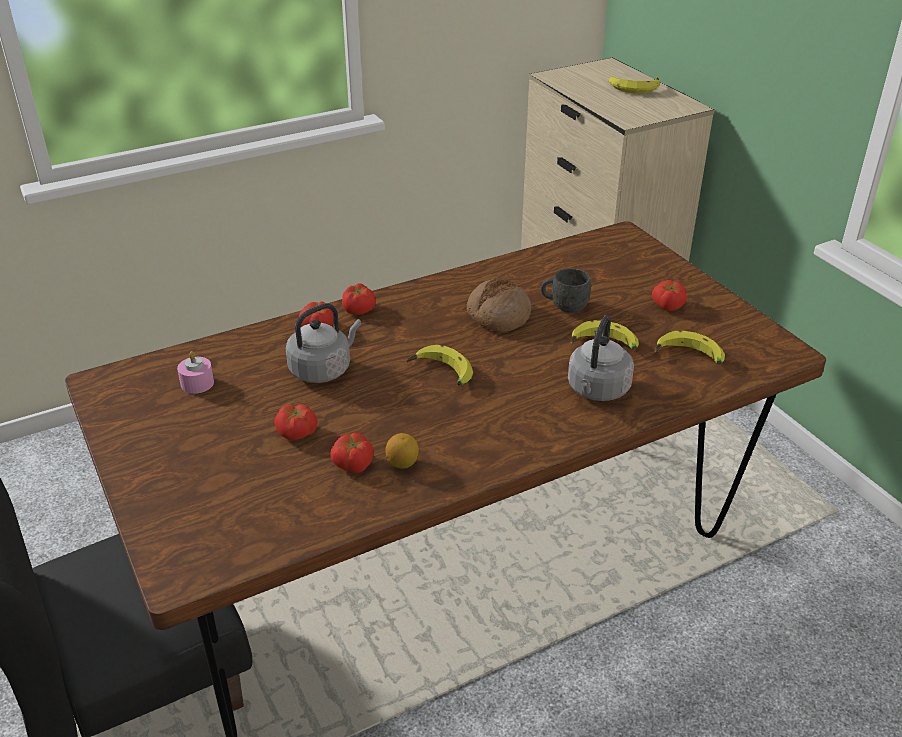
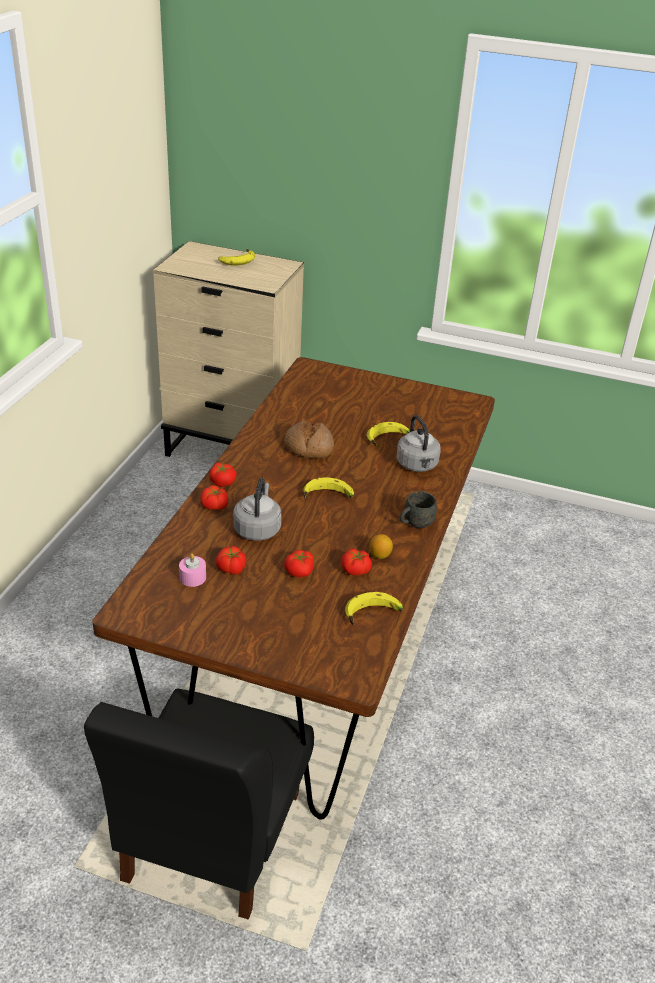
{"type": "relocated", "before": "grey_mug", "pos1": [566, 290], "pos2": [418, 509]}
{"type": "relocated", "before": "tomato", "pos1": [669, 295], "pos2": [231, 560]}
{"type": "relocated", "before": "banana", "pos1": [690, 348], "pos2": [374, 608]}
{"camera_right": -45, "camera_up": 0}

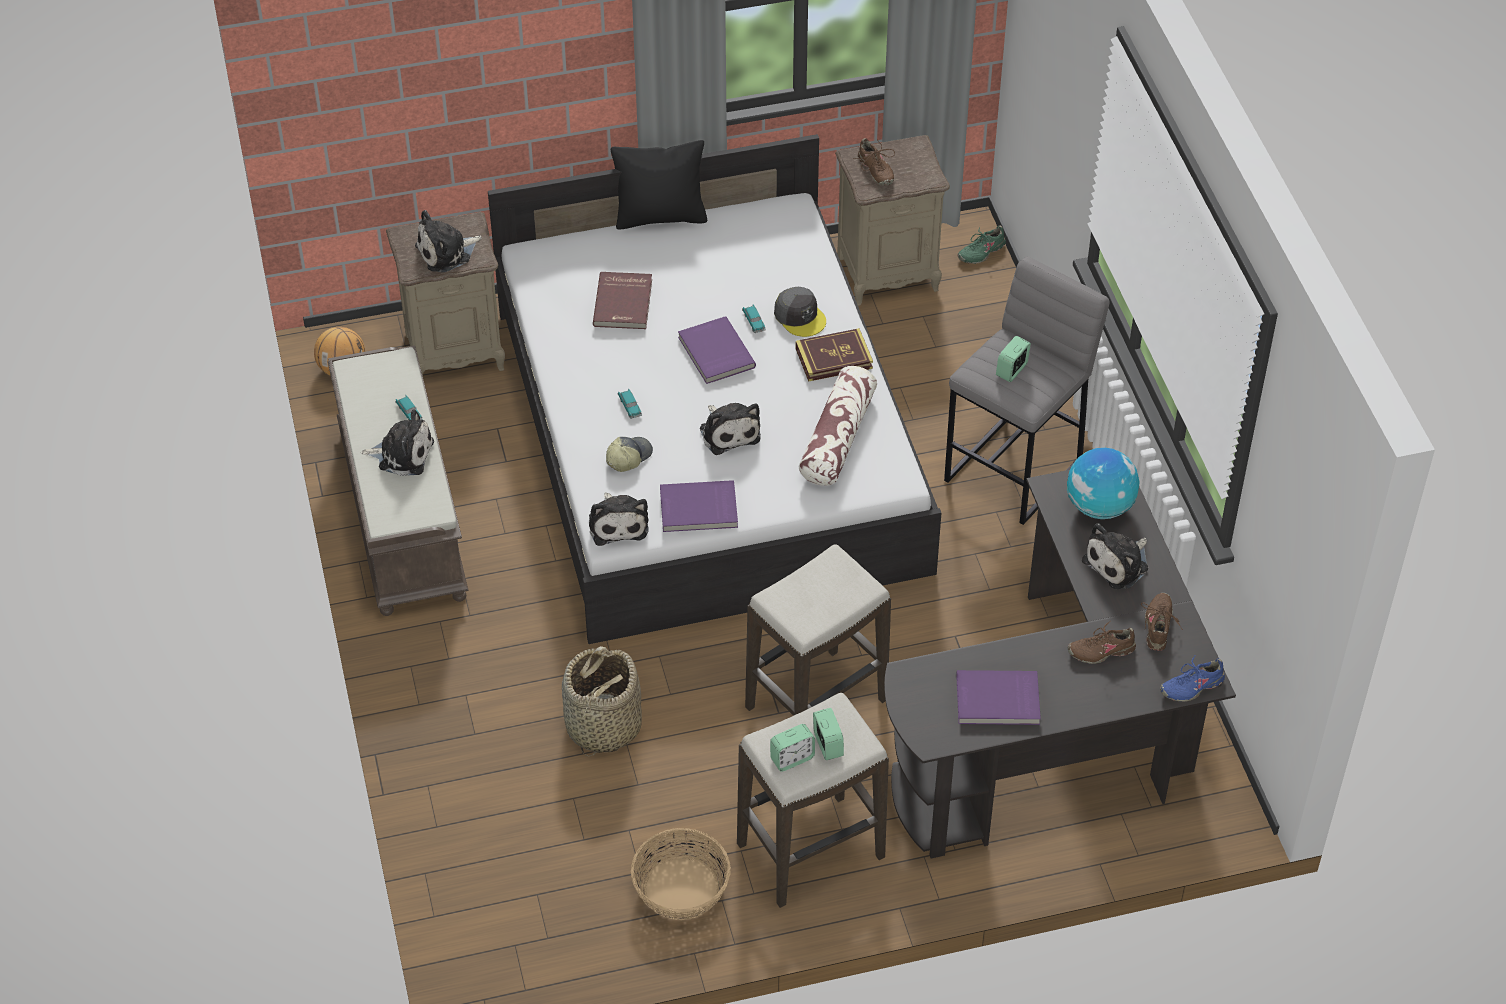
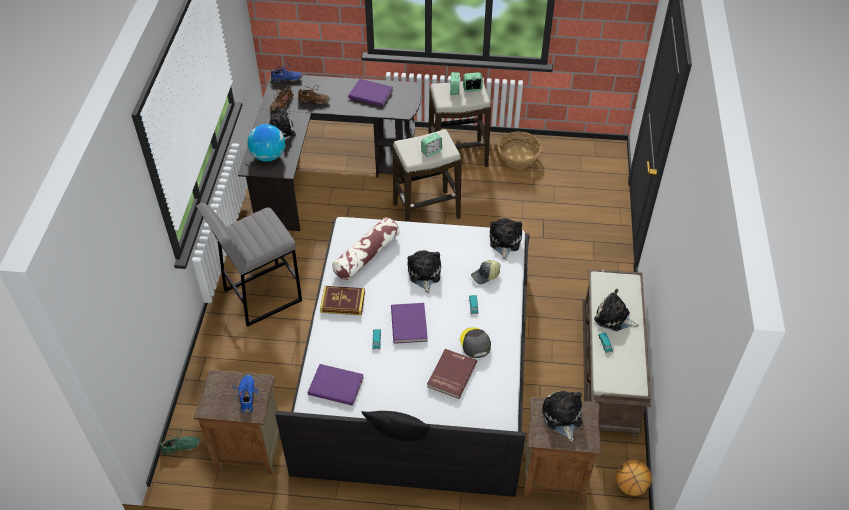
{"type": "spun", "before": "plush_toy", "pos1": [448, 241], "pos2": [562, 416], "turn": -90}
{"type": "missing", "before": "basket", "pos1": [602, 701]}
{"type": "relocated", "before": "purple_book", "pos1": [699, 506], "pos2": [336, 385]}
{"type": "relocated", "before": "grey_cap", "pos1": [800, 312], "pos2": [475, 342]}
{"type": "colour", "before": "brown_shoe", "after": "blue_shoe", "pos1": [874, 162], "pos2": [246, 394]}
{"type": "relocated", "before": "alarm_clock", "pos1": [1013, 359], "pos2": [431, 145]}
{"camera_right": -160, "camera_up": 0}

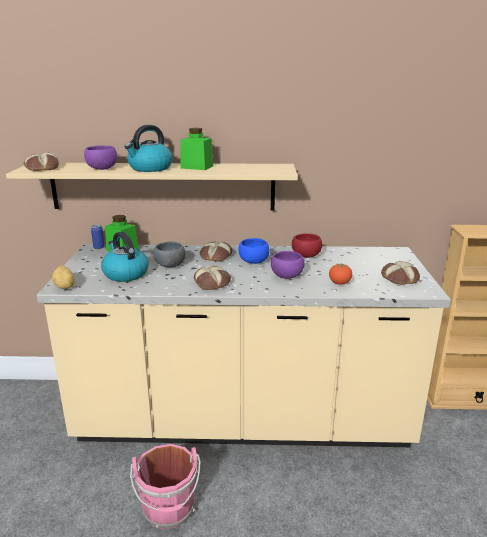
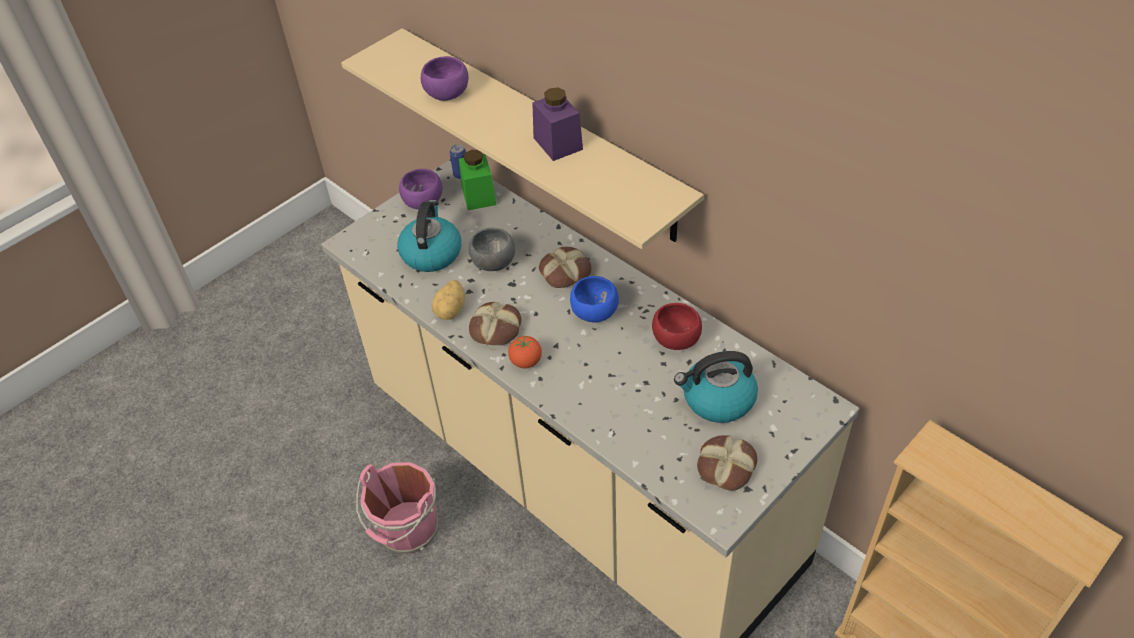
{"type": "missing", "before": "bread", "pos1": [41, 161]}
{"type": "relocated", "before": "potato", "pos1": [63, 277], "pos2": [448, 300]}
{"type": "relocated", "before": "kettle", "pos1": [148, 148], "pos2": [716, 387]}
{"type": "colour", "before": "green_jar", "after": "purple_jar", "pos1": [196, 149], "pos2": [557, 124]}
{"type": "relocated", "before": "purple_bowl", "pos1": [288, 265], "pos2": [421, 189]}
{"type": "relocated", "before": "tomato", "pos1": [340, 274], "pos2": [525, 352]}
{"camera_right": 45, "camera_up": 25}

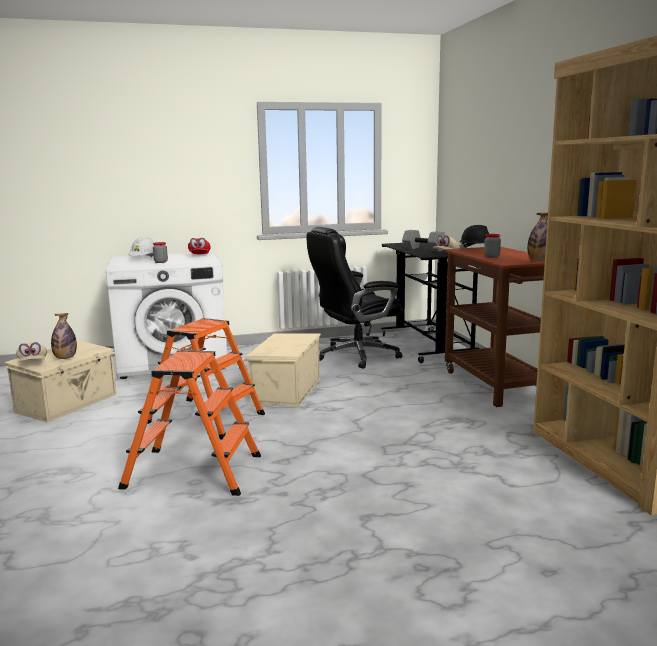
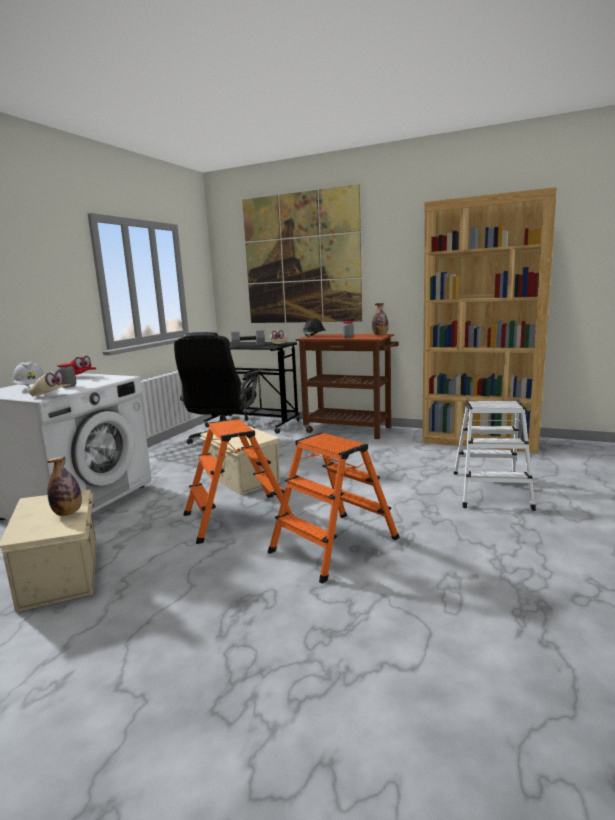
{"type": "relocated", "before": "beige_cap", "pos1": [31, 352], "pos2": [50, 383]}
{"type": "appeared", "after": "picture", "pos2": [302, 253]}
{"type": "appeared", "after": "white_step_ladder", "pos2": [495, 456]}
{"camera_right": -50, "camera_up": 0}

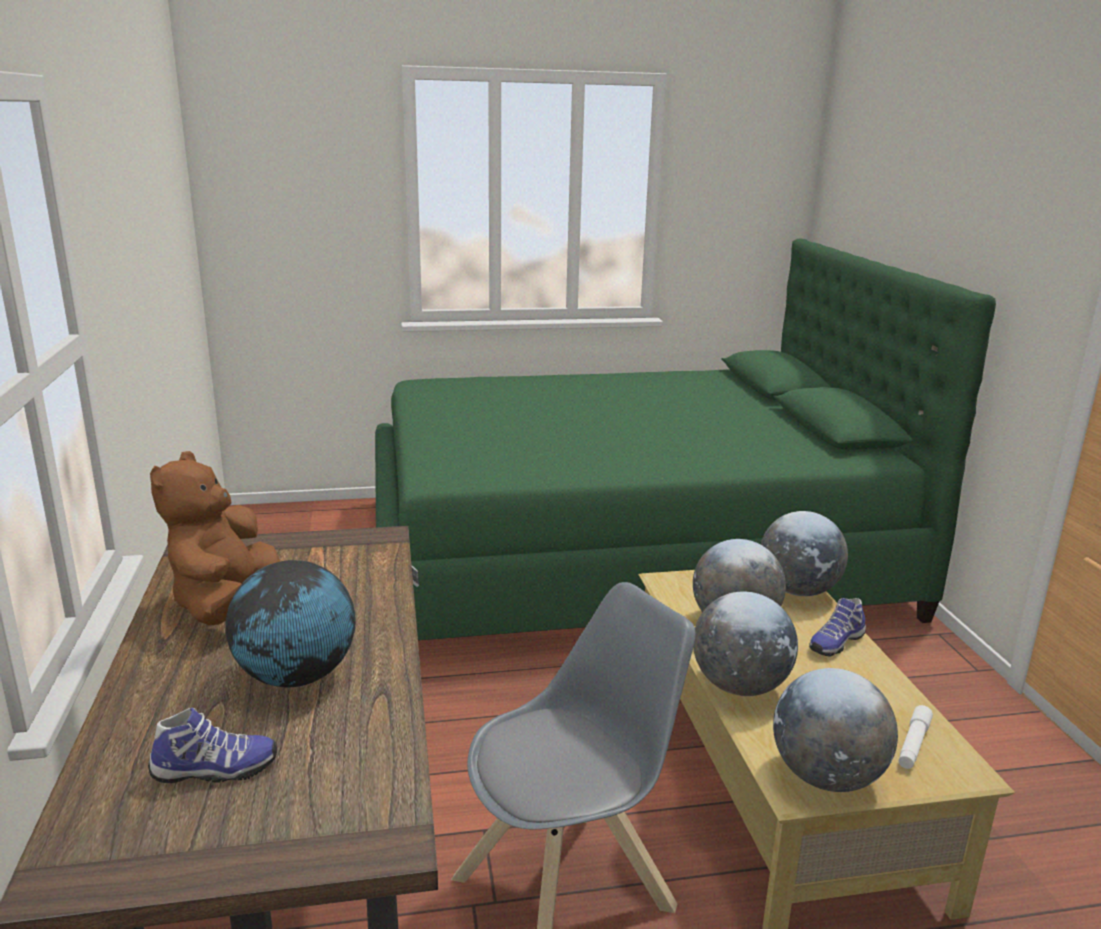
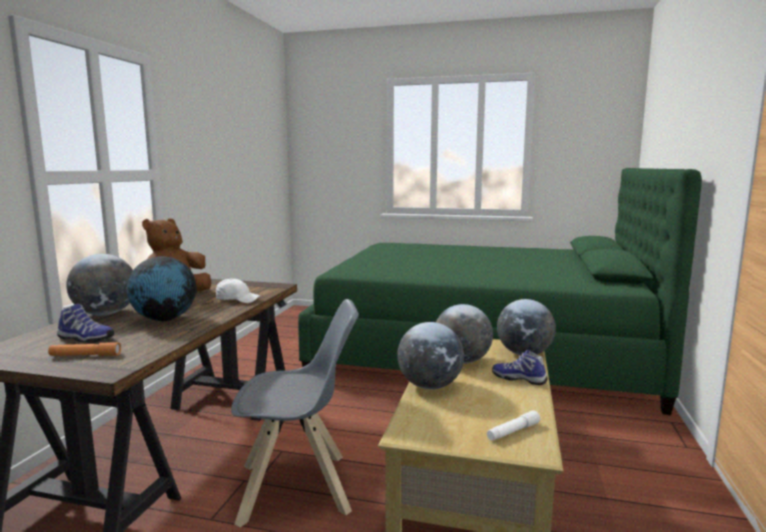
{"type": "relocated", "before": "globe", "pos1": [835, 730], "pos2": [99, 285]}
{"type": "spun", "before": "shoe", "pos1": [837, 627], "pos2": [520, 367], "turn": 45}
{"type": "appeared", "after": "orange_flashlight", "pos2": [84, 349]}
{"type": "appeared", "after": "white_cap", "pos2": [238, 290]}
{"camera_right": 25, "camera_up": -10}

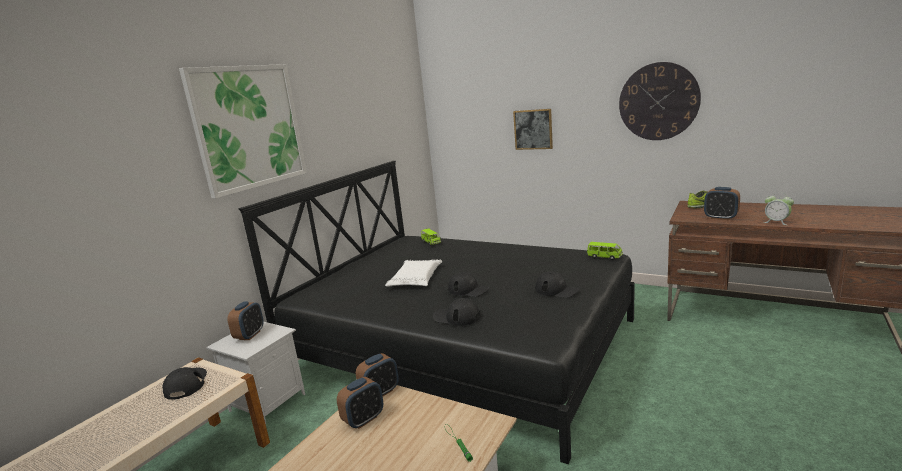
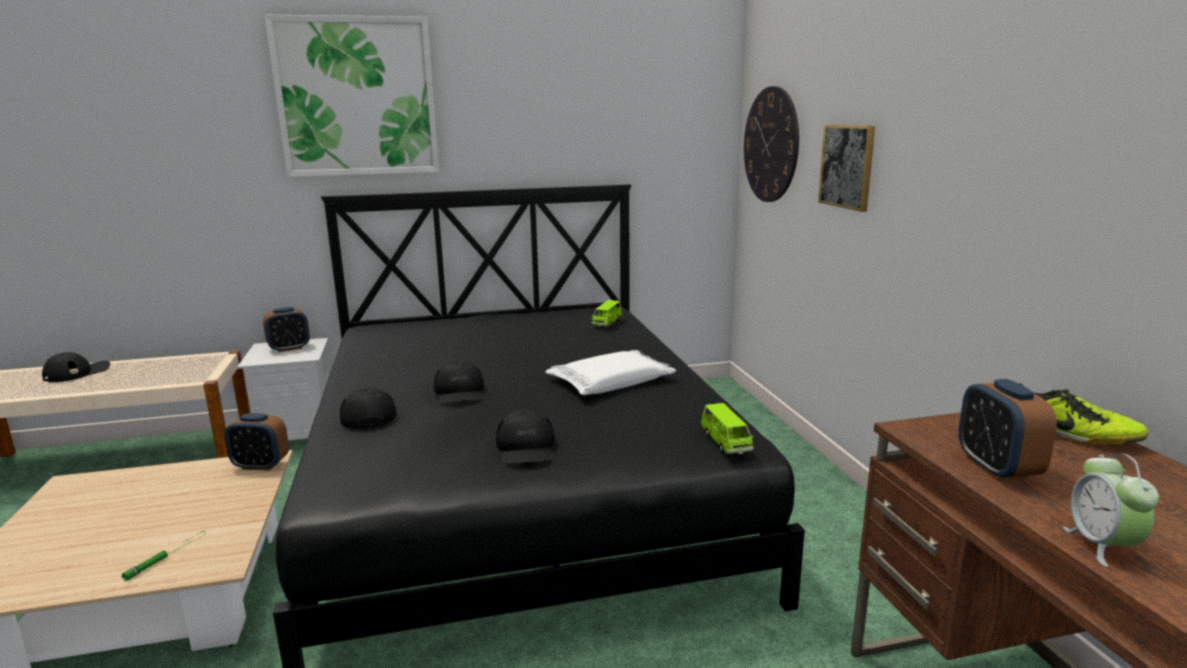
{"type": "relocated", "before": "black_cap", "pos1": [184, 383], "pos2": [76, 367]}
{"type": "missing", "before": "alarm_clock", "pos1": [360, 403]}
{"type": "relocated", "before": "white_pillow", "pos1": [413, 273], "pos2": [611, 372]}
{"type": "relocated", "before": "wall_clock", "pos1": [660, 101], "pos2": [771, 144]}
{"camera_right": 45, "camera_up": 0}

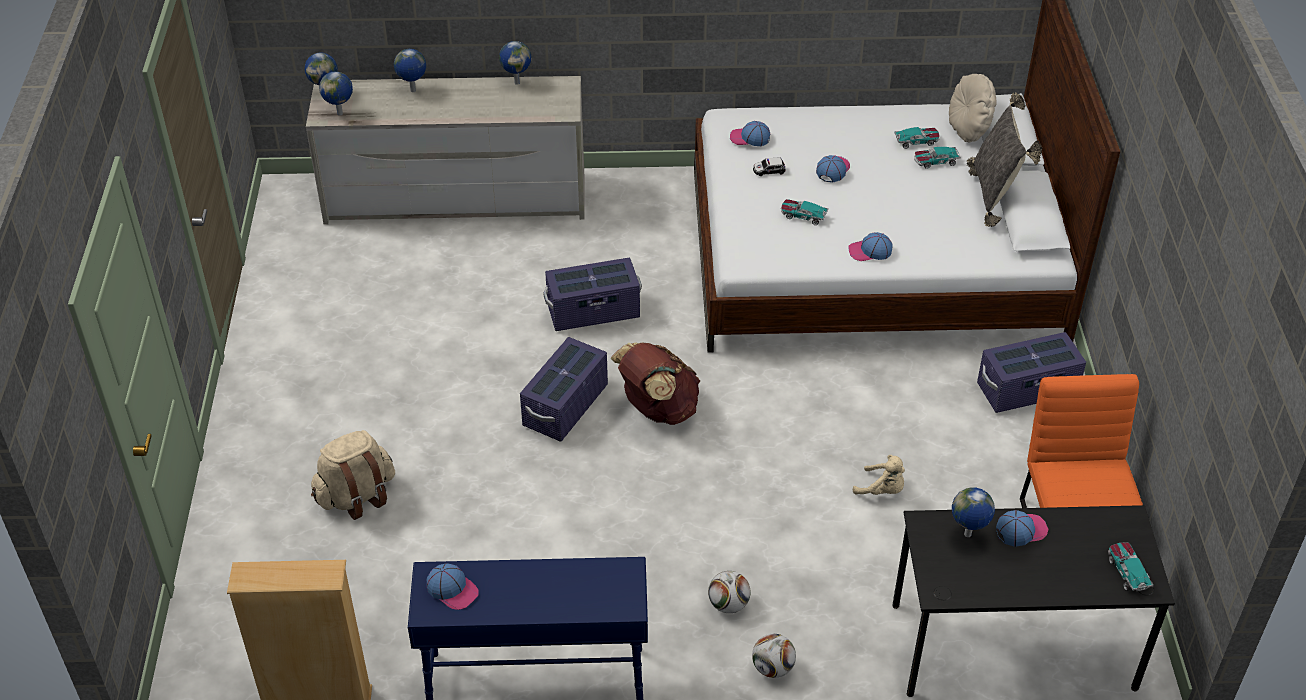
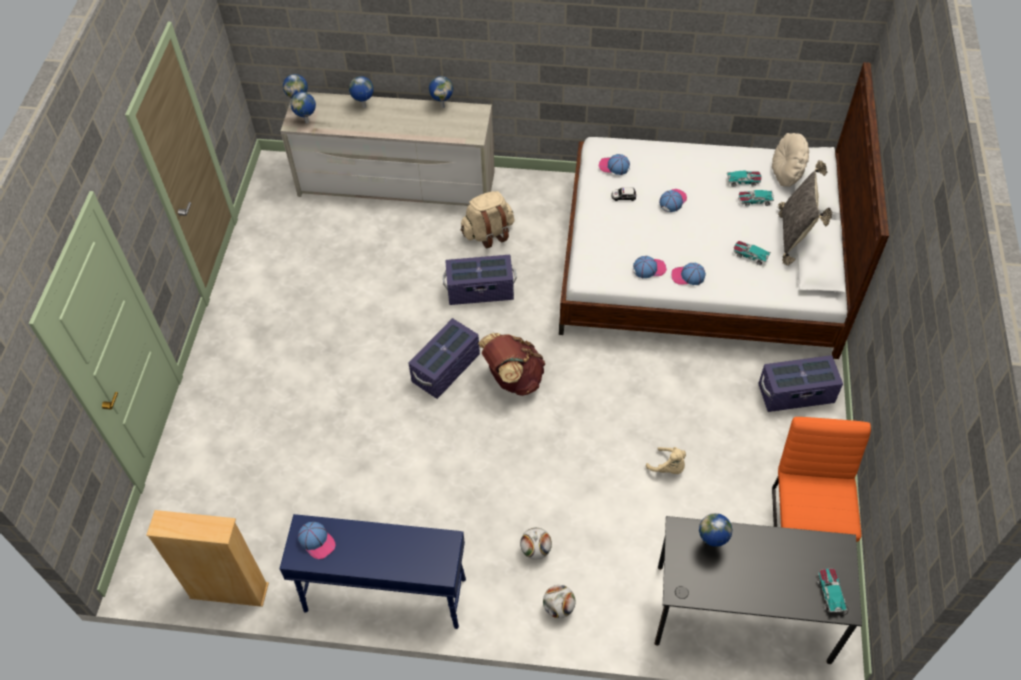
{"type": "relocated", "before": "beige_backpack", "pos1": [353, 475], "pos2": [487, 219]}
{"type": "relocated", "before": "toy_car", "pos1": [804, 212], "pos2": [752, 253]}
{"type": "relocated", "before": "cap", "pos1": [1022, 528], "pos2": [650, 267]}
{"camera_right": 10, "camera_up": 10}

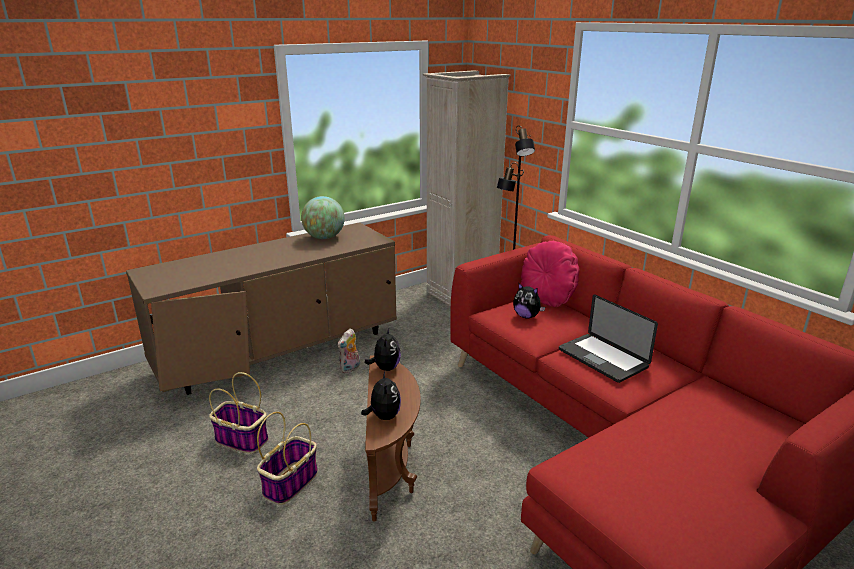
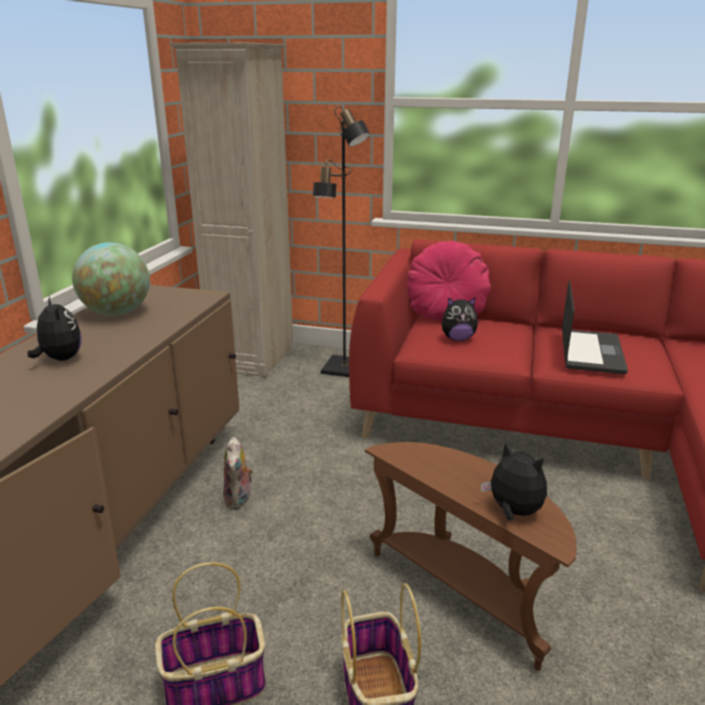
{"type": "relocated", "before": "plush_toy", "pos1": [383, 349], "pos2": [54, 328]}
{"type": "spun", "before": "laptop", "pos1": [608, 338], "pos2": [595, 327], "turn": -90}
{"camera_right": -40, "camera_up": 0}

